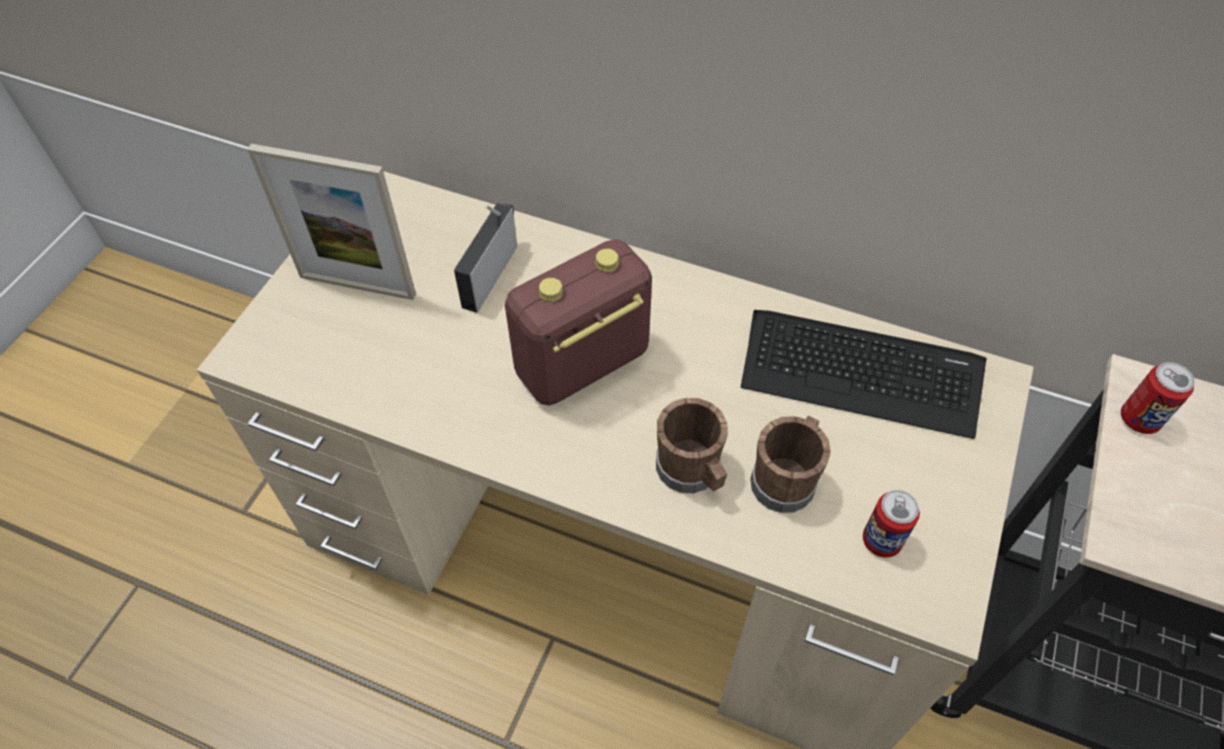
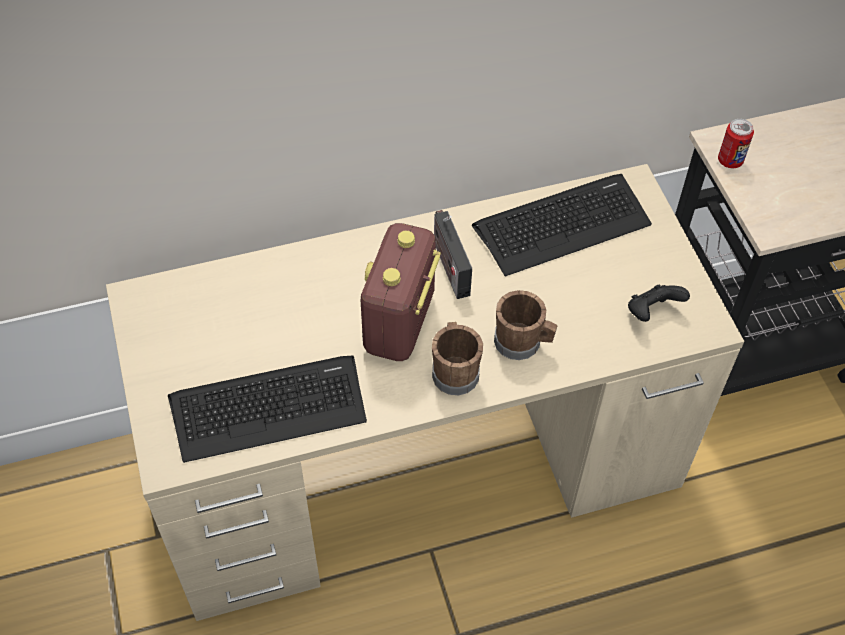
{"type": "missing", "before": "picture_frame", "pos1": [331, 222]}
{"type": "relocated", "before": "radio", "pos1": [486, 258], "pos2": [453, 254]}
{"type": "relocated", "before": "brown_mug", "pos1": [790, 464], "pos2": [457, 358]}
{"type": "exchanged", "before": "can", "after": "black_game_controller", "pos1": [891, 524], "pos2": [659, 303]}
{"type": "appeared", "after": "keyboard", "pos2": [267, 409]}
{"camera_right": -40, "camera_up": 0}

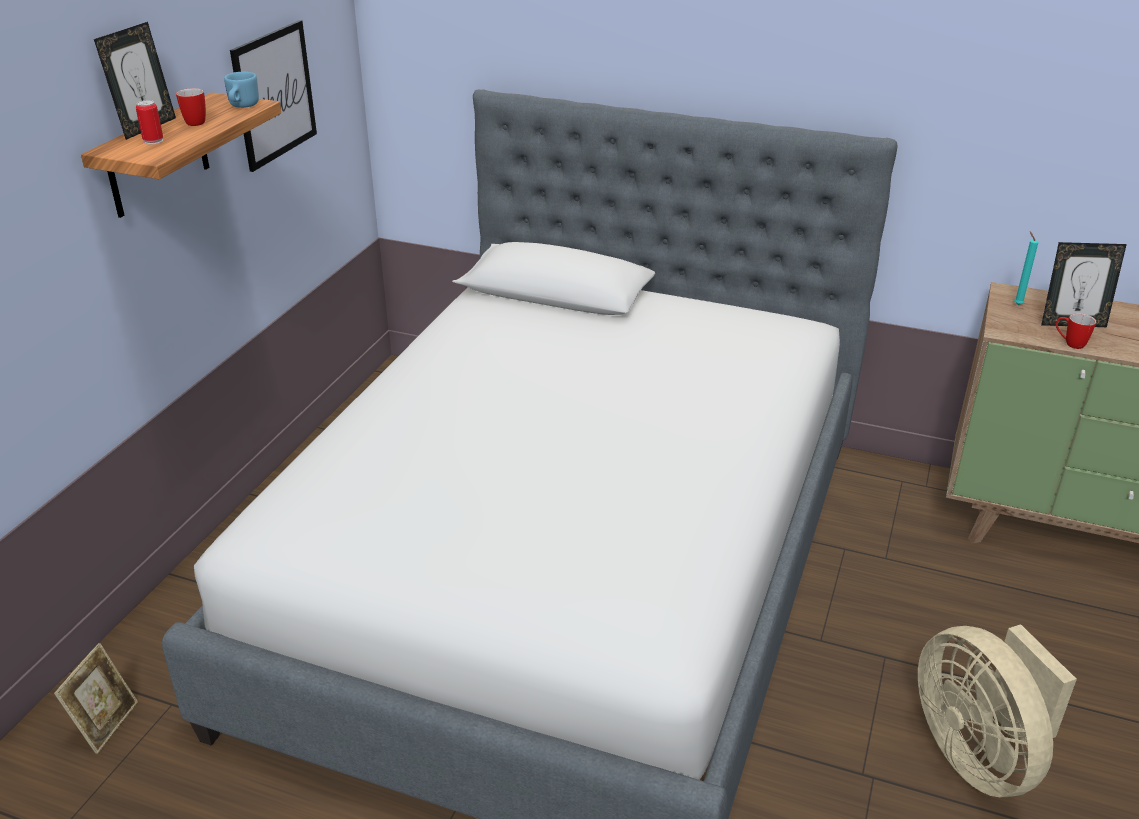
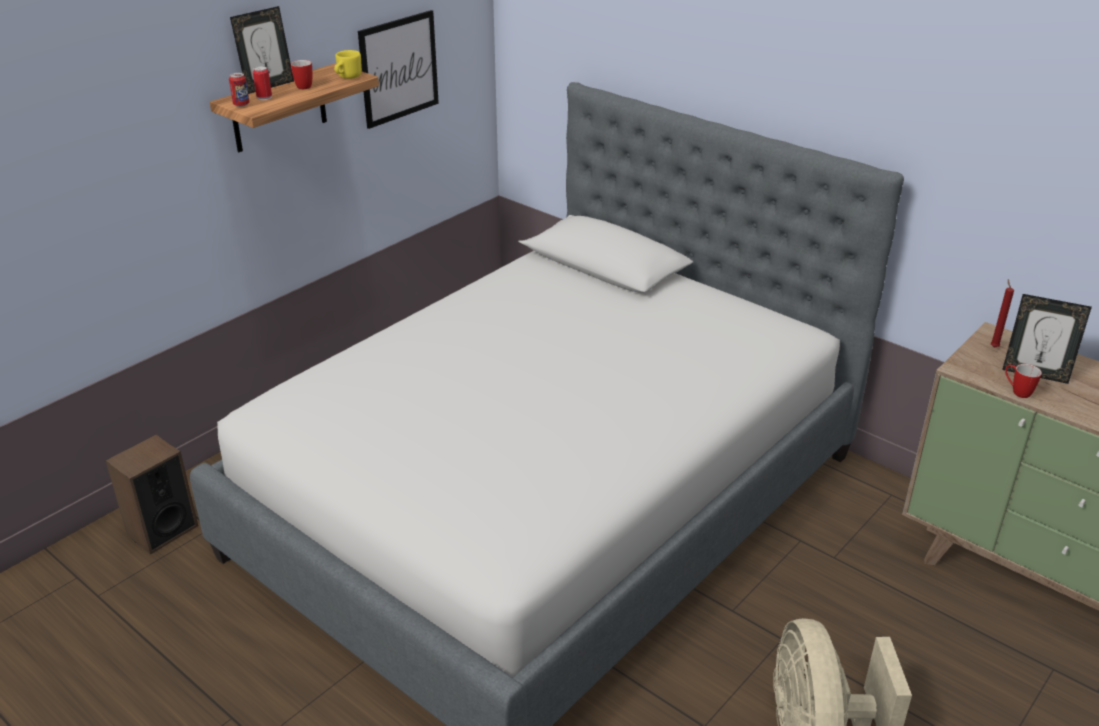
{"type": "exchanged", "before": "picture_frame", "after": "speaker", "pos1": [96, 698], "pos2": [151, 494]}
{"type": "colour", "before": "blue_mug", "after": "yellow_mug", "pos1": [241, 90], "pos2": [348, 64]}
{"type": "colour", "before": "turquoise_candle", "after": "red_candle", "pos1": [1026, 268], "pos2": [1002, 313]}
{"type": "appeared", "after": "can", "pos2": [239, 90]}
{"camera_right": 20, "camera_up": 0}

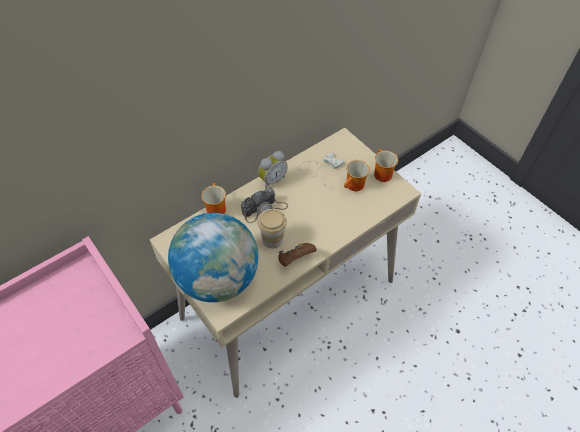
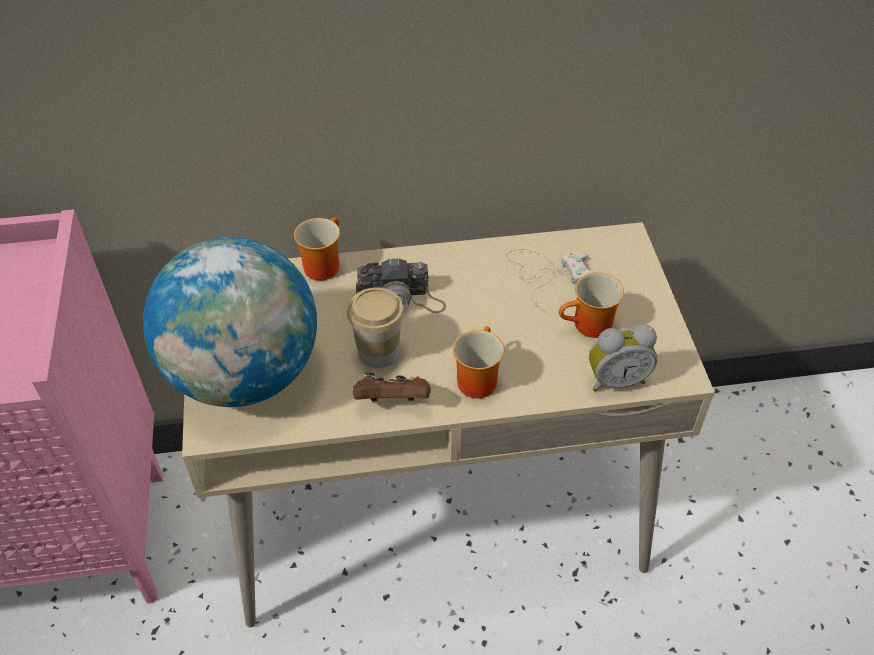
{"type": "relocated", "before": "alarm_clock", "pos1": [273, 170], "pos2": [623, 358]}
{"type": "relocated", "before": "mug", "pos1": [386, 165], "pos2": [478, 362]}
{"camera_right": 30, "camera_up": -5}

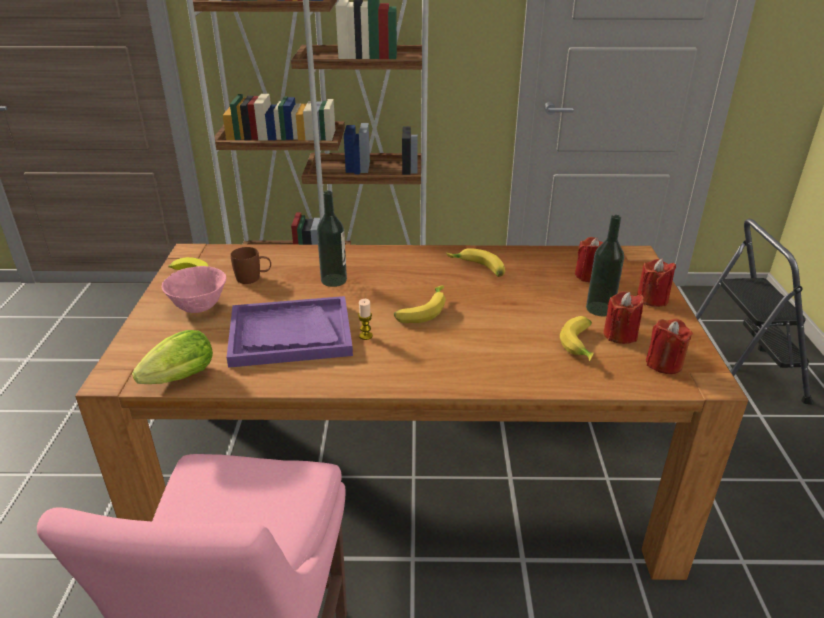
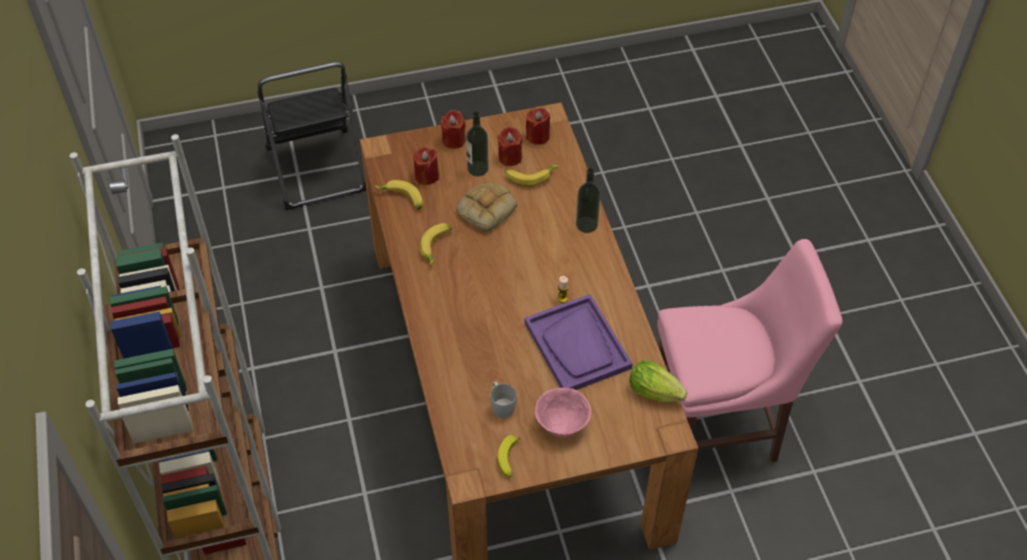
{"type": "colour", "before": "brown_mug", "after": "white_mug", "pos1": [250, 265], "pos2": [503, 400]}
{"type": "relocated", "before": "bottle", "pos1": [332, 239], "pos2": [588, 200]}
{"type": "relocated", "before": "banana", "pos1": [420, 304], "pos2": [399, 195]}
{"type": "appeared", "after": "bread", "pos2": [487, 207]}
{"camera_right": -105, "camera_up": 20}

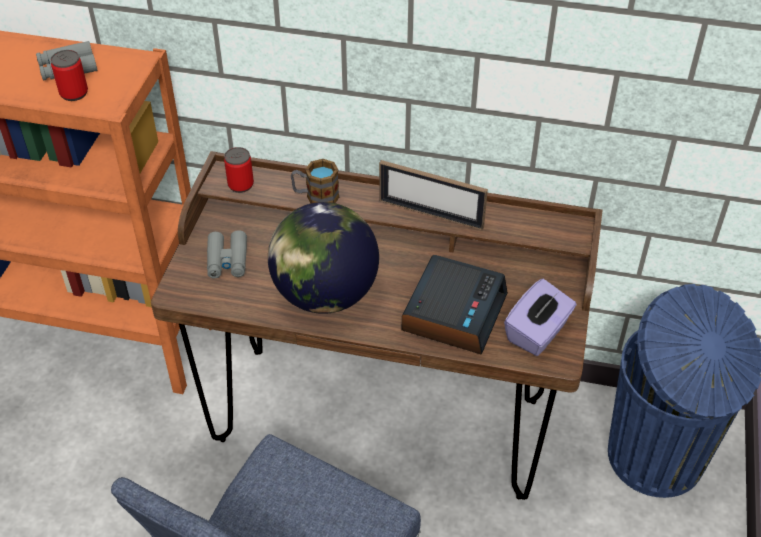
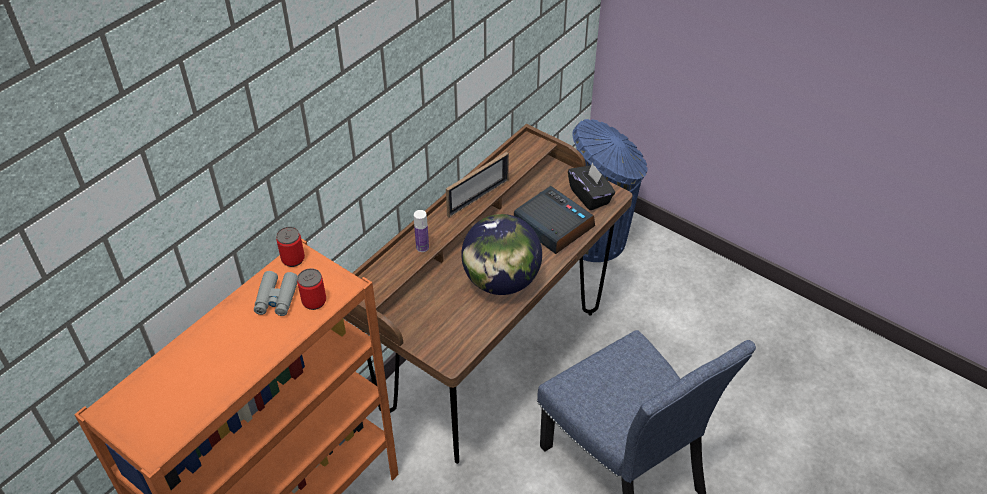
{"type": "missing", "before": "grey_binoculars", "pos1": [227, 254]}
{"type": "relocated", "before": "can", "pos1": [239, 170], "pos2": [290, 247]}
{"type": "exchanged", "before": "mug", "after": "bottle", "pos1": [315, 181], "pos2": [421, 231]}
{"type": "colour", "before": "purple_tissue_box", "after": "black_tissue_box", "pos1": [540, 317], "pos2": [591, 186]}
{"camera_right": -65, "camera_up": 0}

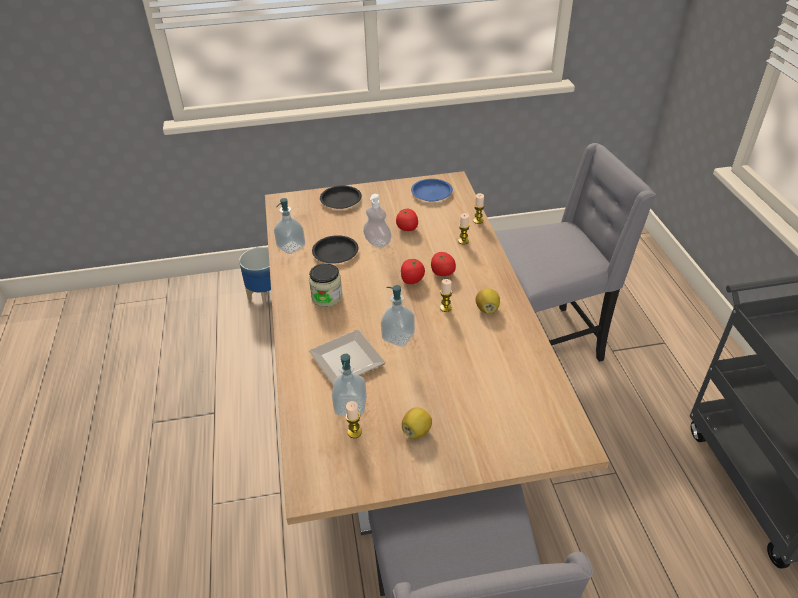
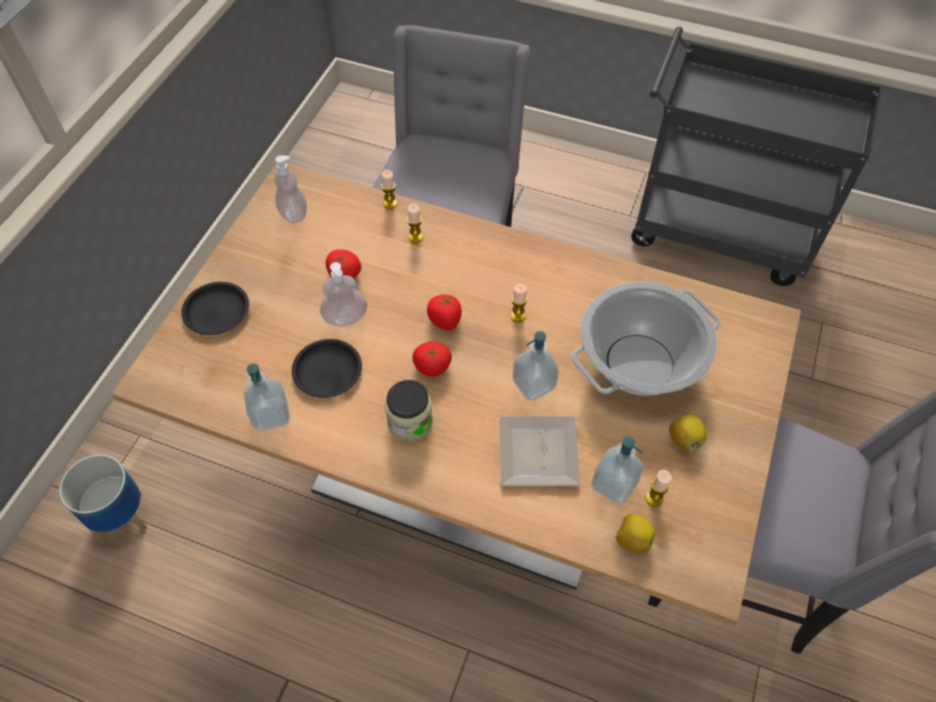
{"type": "exchanged", "before": "blue_plate", "after": "soap_dispenser", "pos1": [432, 190], "pos2": [290, 189]}
{"type": "relocated", "before": "tomato", "pos1": [443, 264], "pos2": [432, 359]}
{"type": "relocated", "before": "lemon", "pos1": [487, 300], "pos2": [635, 533]}
{"type": "appeared", "after": "cooking_pot", "pos2": [646, 339]}
{"camera_right": -60, "camera_up": 15}

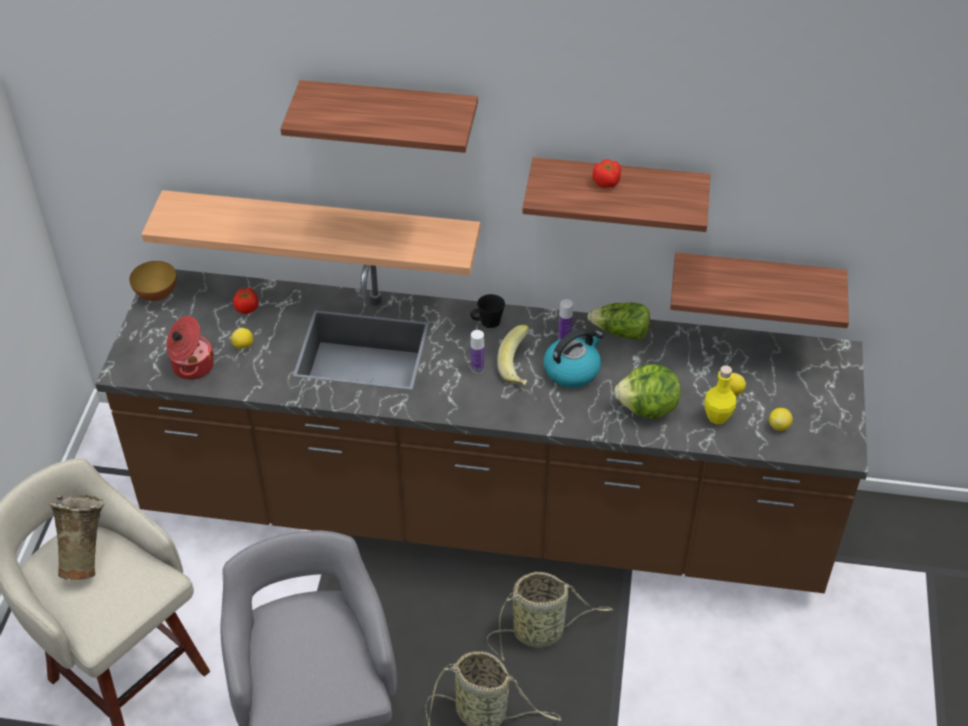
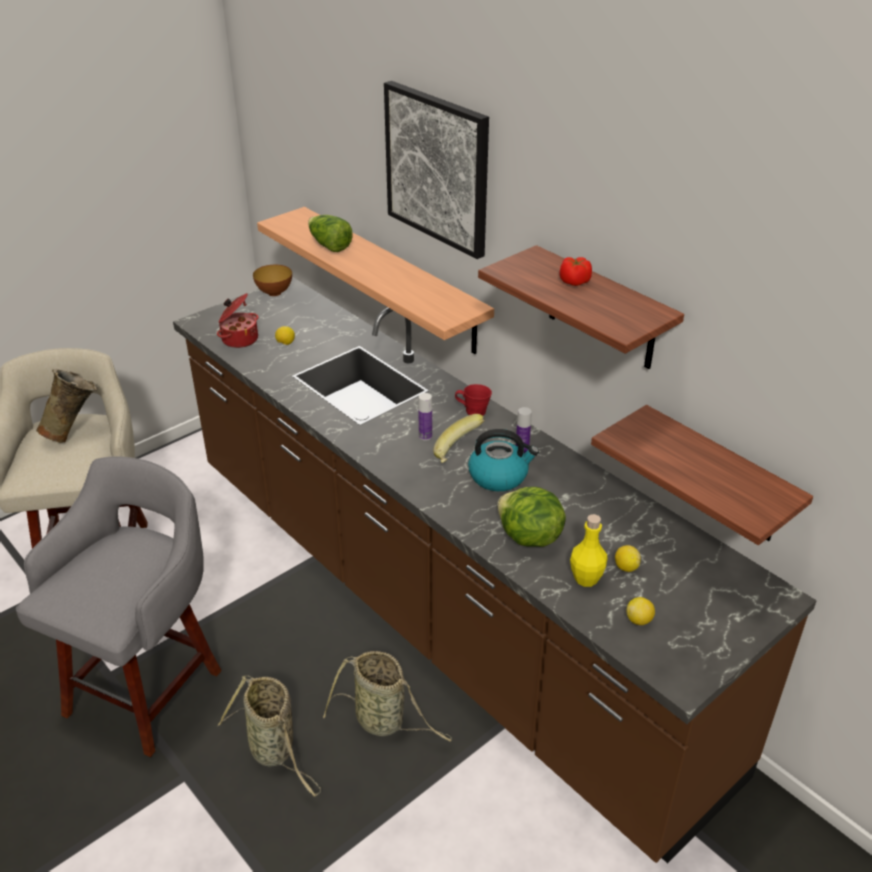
{"type": "missing", "before": "tomato", "pos1": [245, 300]}
{"type": "exchanged", "before": "shelf", "after": "picture", "pos1": [379, 116], "pos2": [436, 170]}
{"type": "colour", "before": "black_mug", "after": "red_mug", "pos1": [487, 311], "pos2": [473, 400]}
{"type": "relocated", "before": "lettuce", "pos1": [618, 321], "pos2": [330, 233]}
{"camera_right": 40, "camera_up": -10}

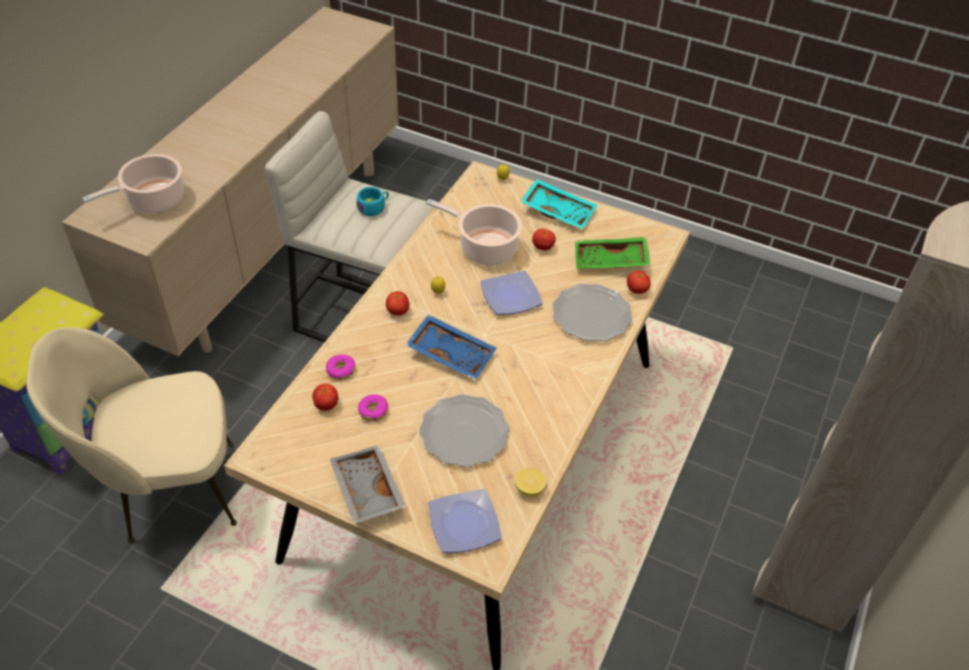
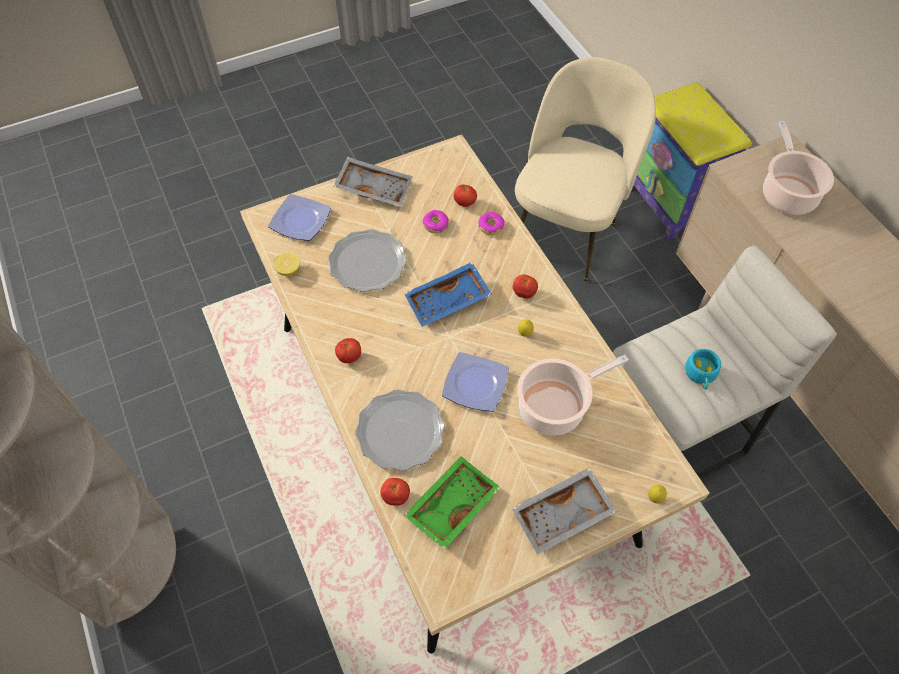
{"type": "colour", "before": "turquoise_tray", "after": "grey_tray", "pos1": [559, 204], "pos2": [564, 511]}
{"type": "relocated", "before": "tomato", "pos1": [544, 239], "pos2": [348, 350]}
{"camera_right": 130, "camera_up": 10}

